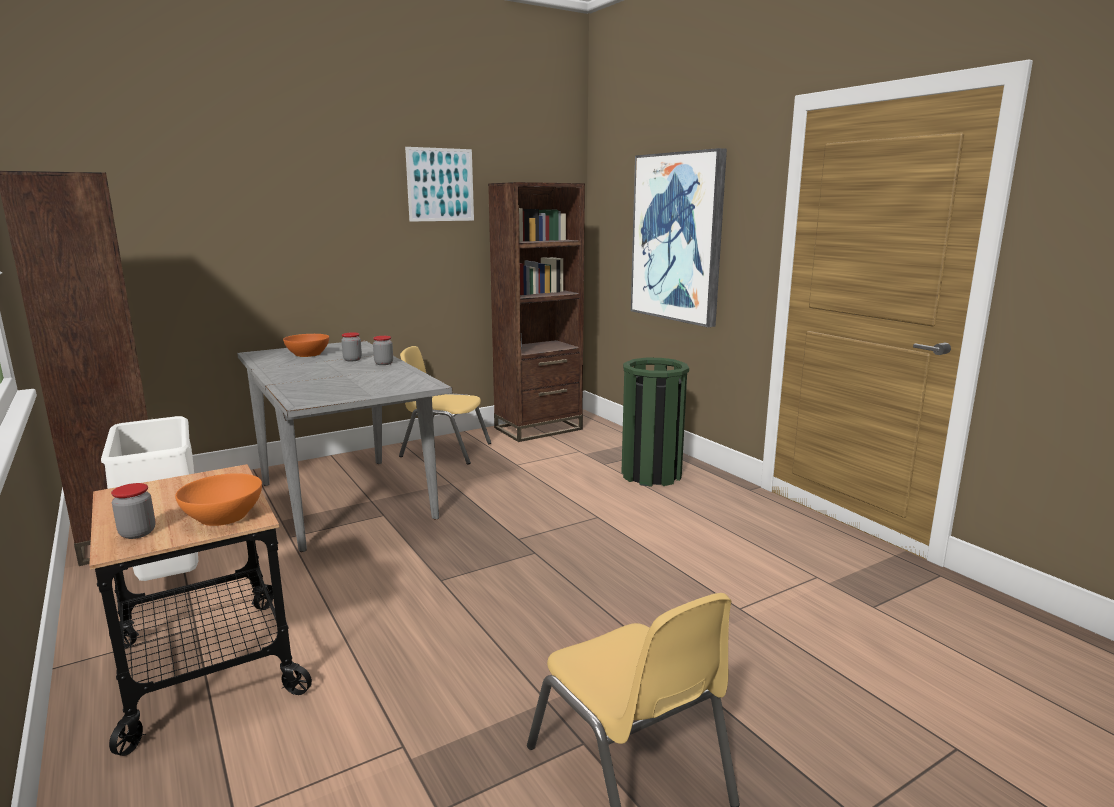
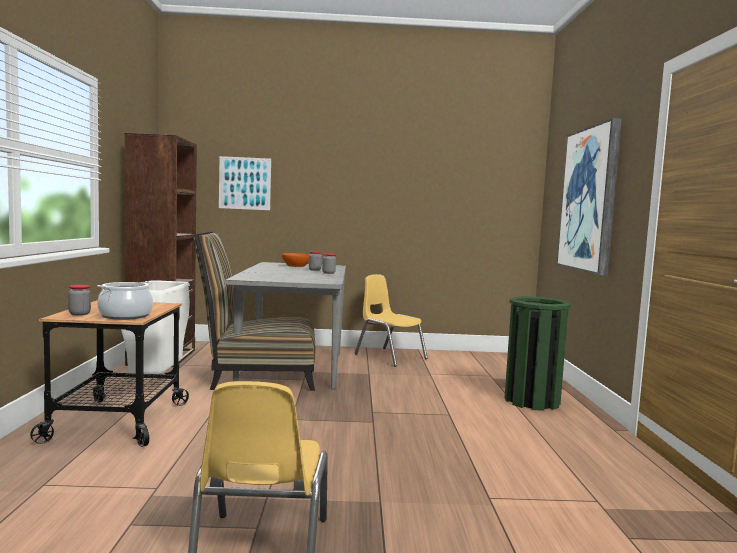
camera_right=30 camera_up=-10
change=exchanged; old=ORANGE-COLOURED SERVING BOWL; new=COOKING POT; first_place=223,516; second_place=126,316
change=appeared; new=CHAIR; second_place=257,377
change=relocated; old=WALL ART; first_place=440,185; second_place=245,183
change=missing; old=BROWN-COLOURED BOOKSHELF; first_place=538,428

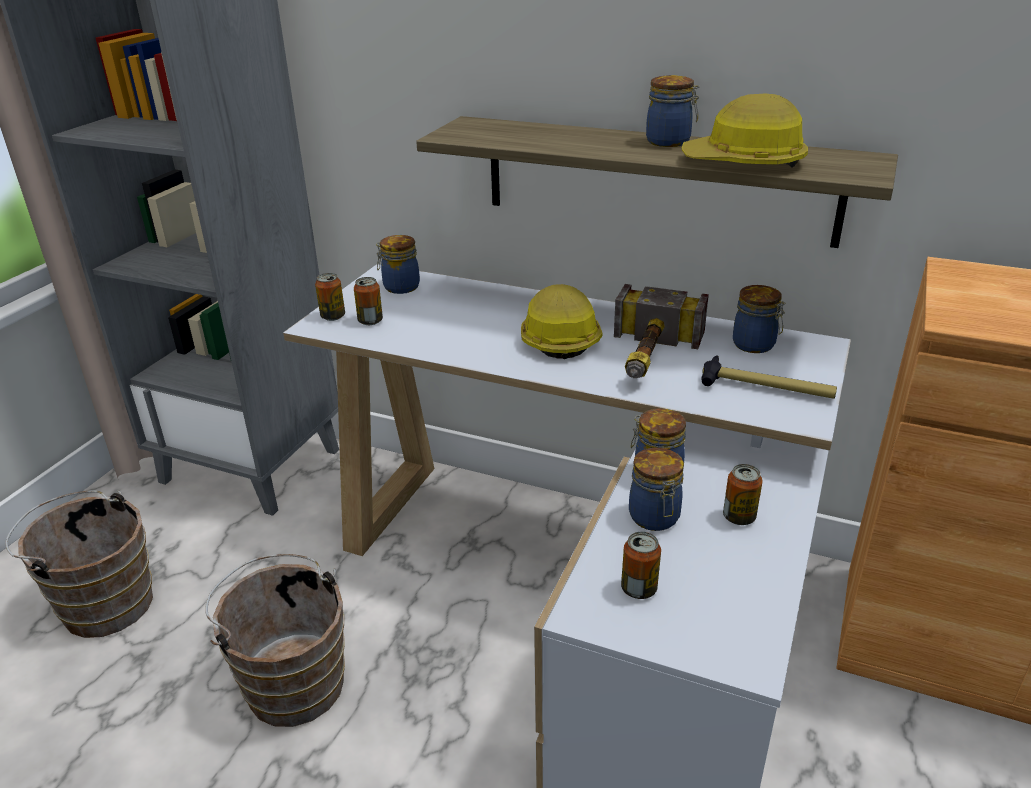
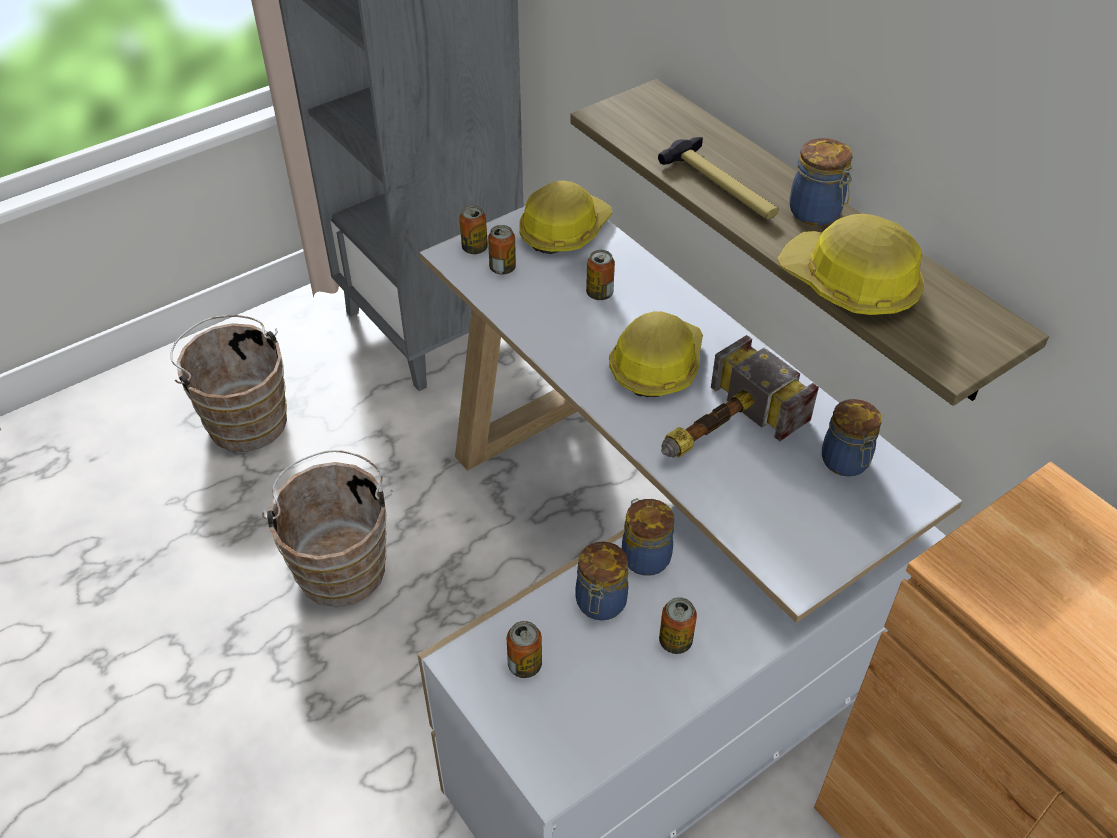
camera_right=30 camera_up=15
change=exchanged; old=JAR; new=HARD HAT; first_place=399,287; second_place=563,231
change=appeared; new=METAL CAN; second_place=599,293
change=relocated; old=TOOL HAMMER; first_place=766,388; second_place=721,187

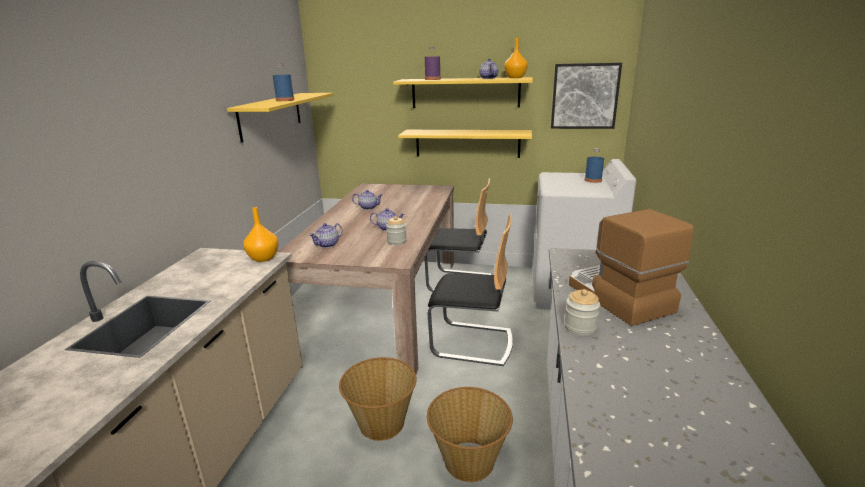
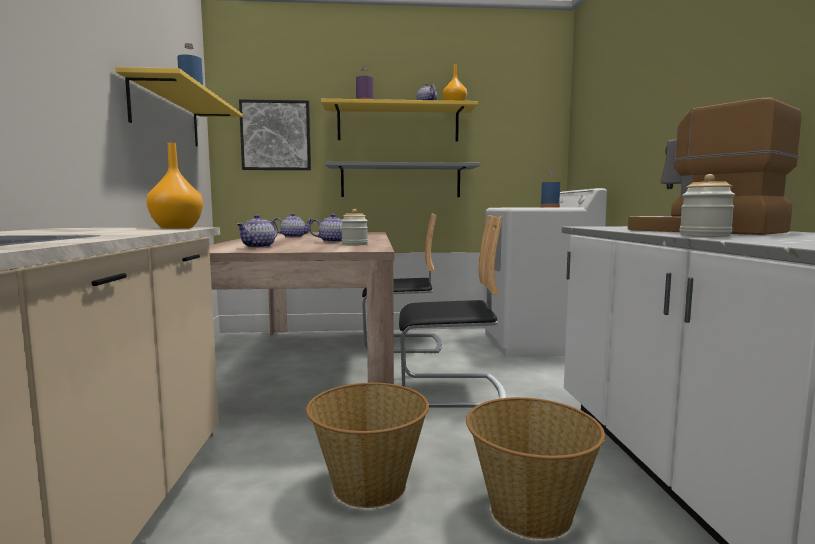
camera_right=-15 camera_up=-15
change=relocated; old=WALL ART; first_place=584,96; second_place=276,135
change=colour; old=YELLOWISH BRACKET SHELF; new=GRAY BRACKET SHELF; first_place=467,143; second_place=401,181

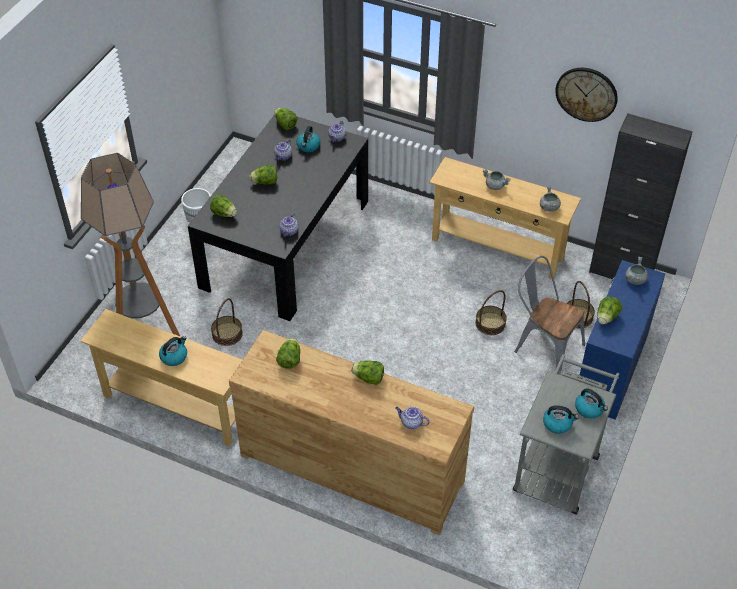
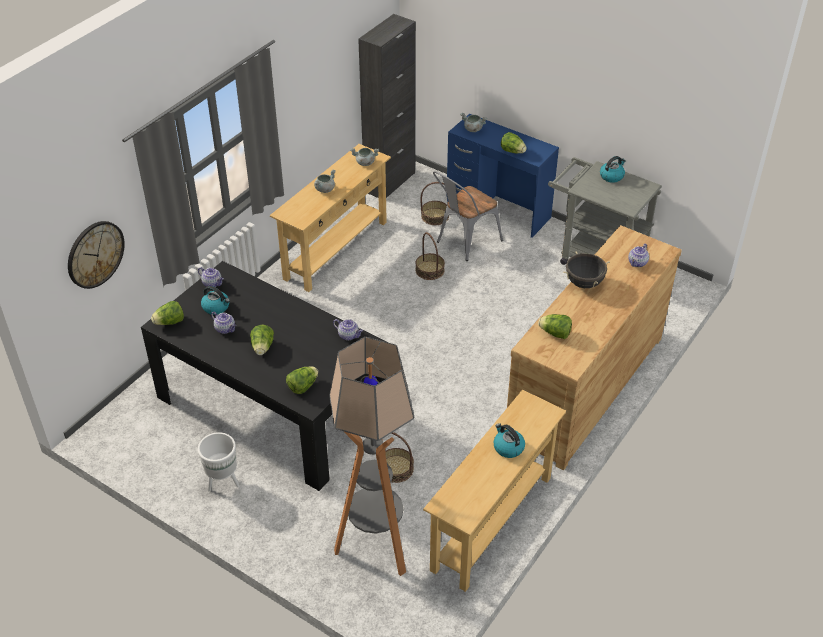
camera_right=-80 camera_up=-5
change=relocated; old=HANGING CLOCK; first_place=586,94; second_place=95,254
change=exchanged; old=LETTUCE; new=BLACKISH COOKING POT; first_place=368,378; second_place=584,283
change=missing; old=TEA KETTLE; first_place=558,423

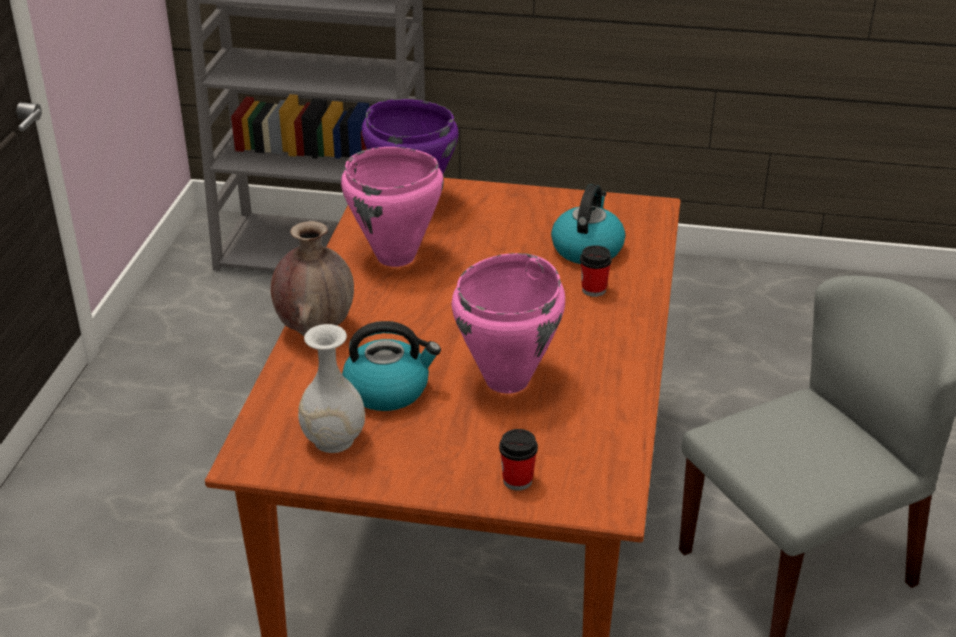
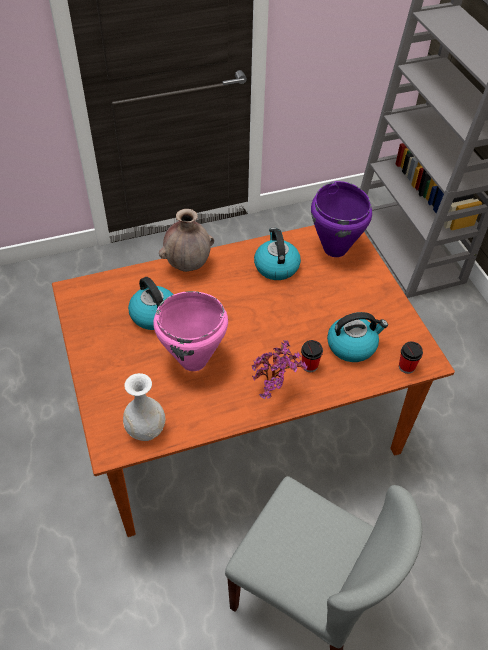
camera_right=60 camera_up=15
change=relocated; old=WHITE FLOWER VASE; first_place=333,439; second_place=146,429
change=appeared; new=HOUSEPLANT; second_place=274,390
change=exchanged; old=PINK-COLOURED COOKING POT; new=TEA KETTLE; first_place=396,257; second_place=276,266
change=relocated; old=CUP; first_place=517,480; second_place=406,367

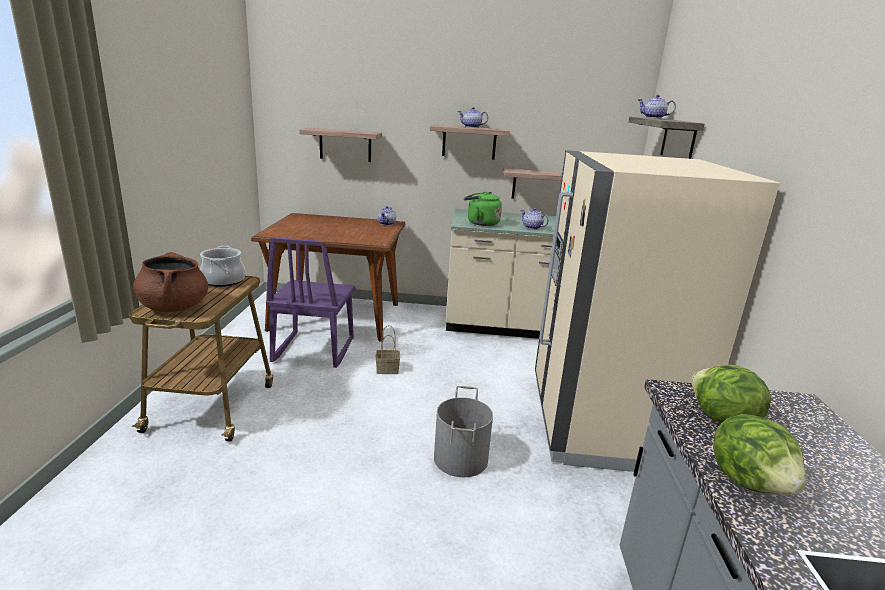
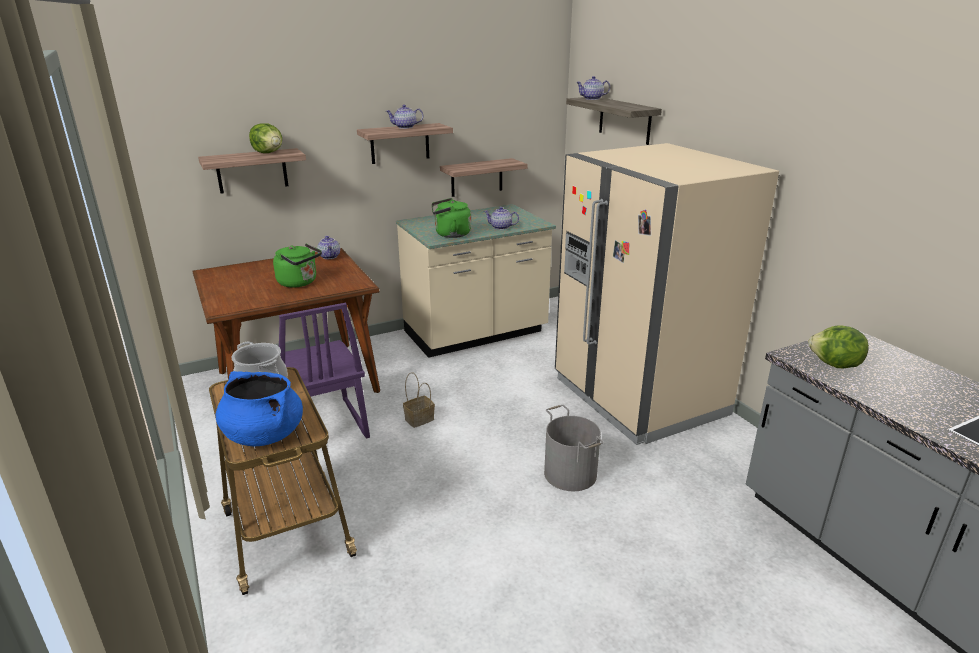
camera_right=-30 camera_up=5
change=colour; old=BROWN-COLOURED COOKING POT; new=BLUE COOKING POT; first_place=174,307; second_place=263,435
change=relocated; old=LETTUCE; first_place=750,481; second_place=268,153
change=appeared; new=GREENISH TEA KETTLE; second_place=299,283

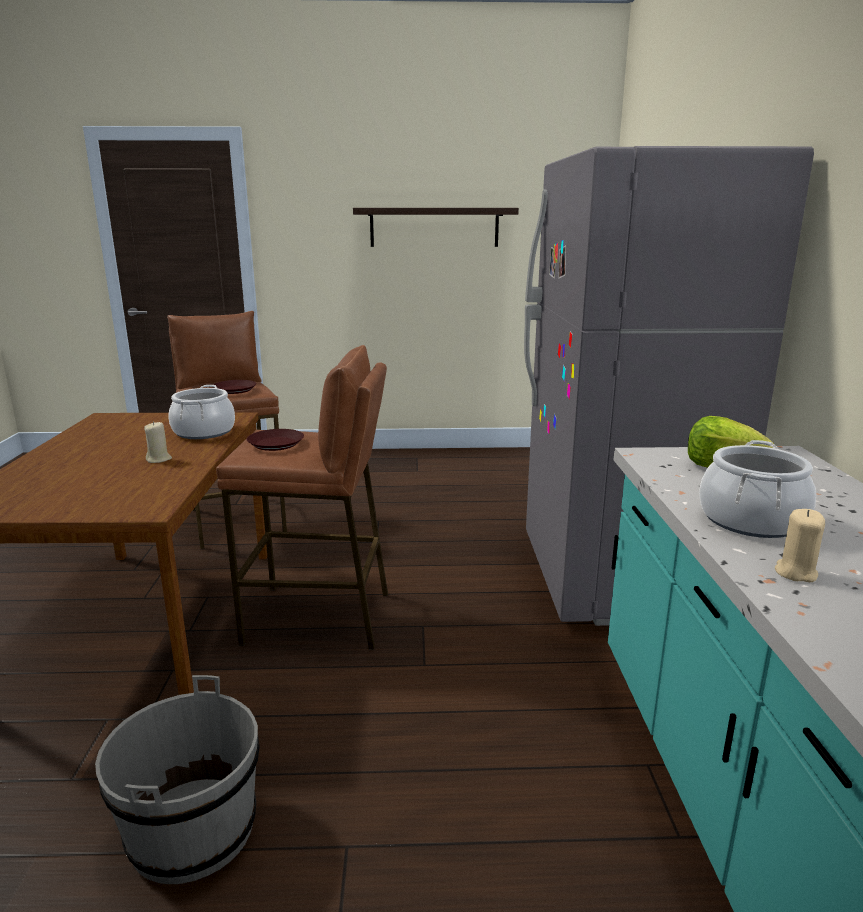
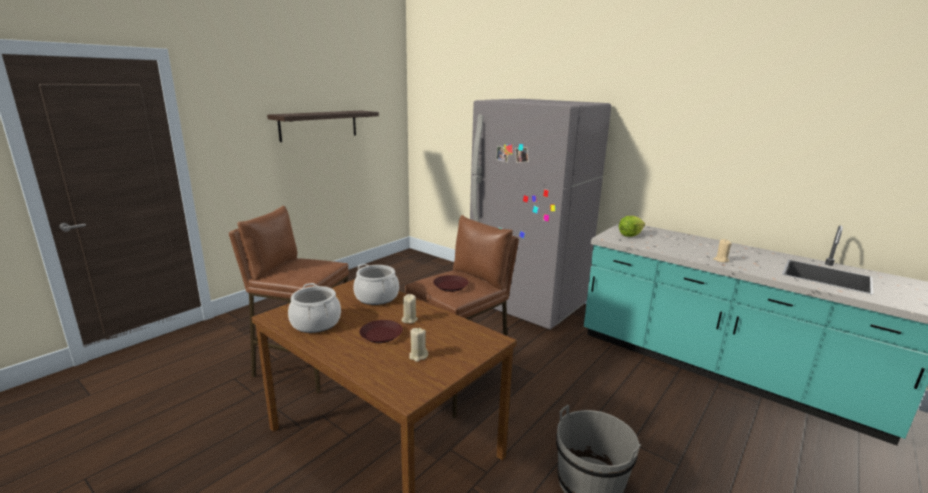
camera_right=-50 camera_up=0
change=relocated; old=COOKING POT; first_place=751,520; second_place=315,323
change=relocated; old=BROWN-COLOURED DINNER PLATE; first_place=235,390; second_place=381,335
change=appeared; new=SAND-COLOURED WAX LIGHT; second_place=418,356

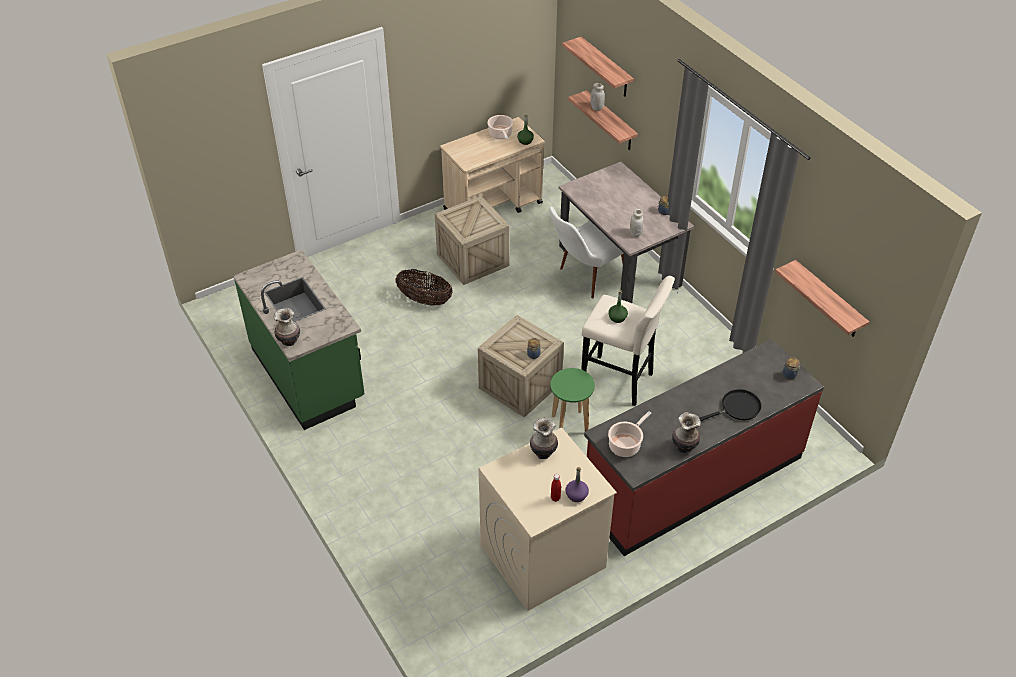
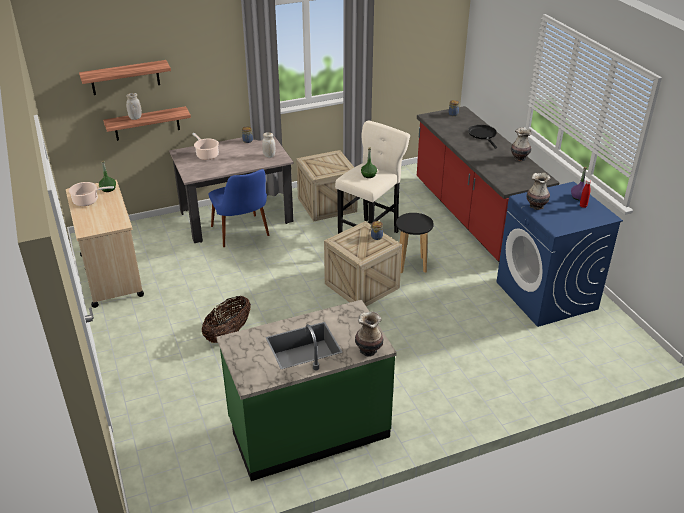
camera_right=-80 camera_up=-10
change=relocated; old=COOKING POT; first_place=626,445; second_place=206,155
change=colour; old=WHITE CHAIR; new=BLUE CHAIR; first_place=584,279; second_place=243,236
change=relocated; old=PACKING CRATE; first_place=473,260; second_place=327,205
change=colour; old=GREENISH SITTING STOOL; new=BLACKISH SITTING STOOL; first_place=570,425; second_place=412,265
change=colour; old=SAND-COLOURED LAUNDRY APPLIANCE; new=BLUE LAUNDRY APPLIANCE; first_place=542,557; second_place=547,296
change=missing; old=BRACKET SHELF; first_place=828,301

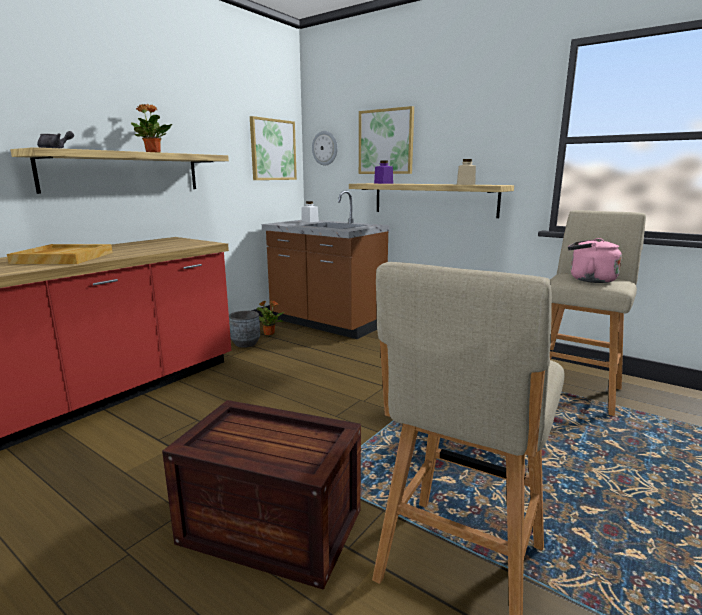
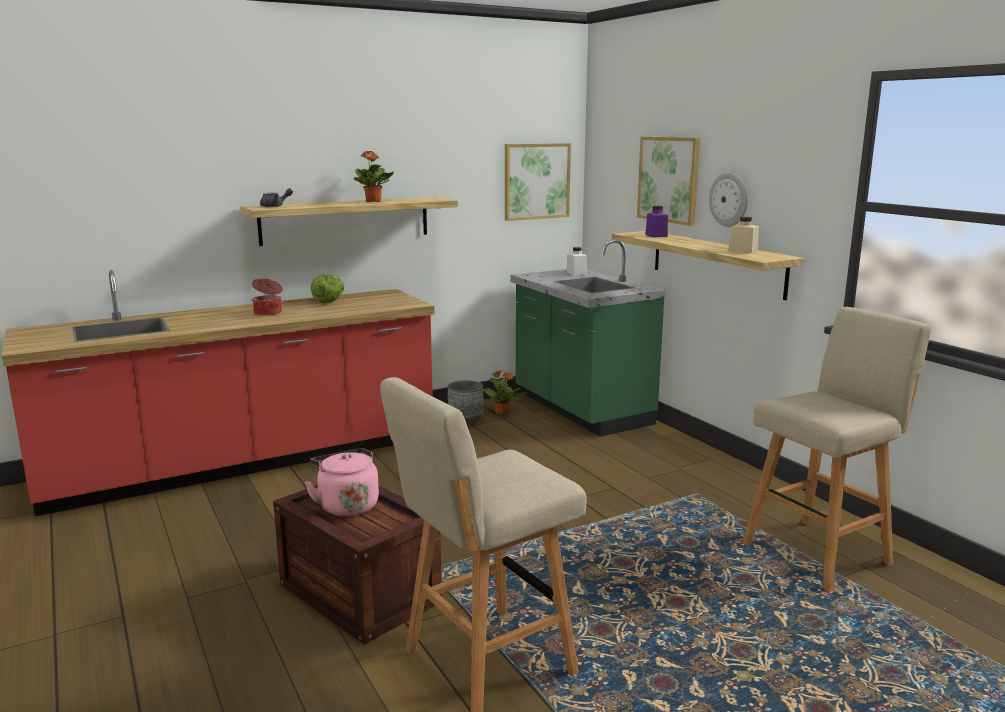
camera_right=25 camera_up=0
change=exchanged; old=SAND-COLOURED CARRYING TRAY; new=COOKING POT; first_place=63,257; second_place=268,312
change=relocated; old=PINK-COLOURED TEA KETTLE; first_place=589,279; second_place=347,505
change=appeared; new=LETTUCE; second_place=329,301
change=colour; old=BROWN-COLOURED COUNTER; new=GREENISH COUNTER; first_place=326,324; second_place=580,410
change=relocated; old=HANGING CLOCK; first_place=325,148; second_place=729,199

